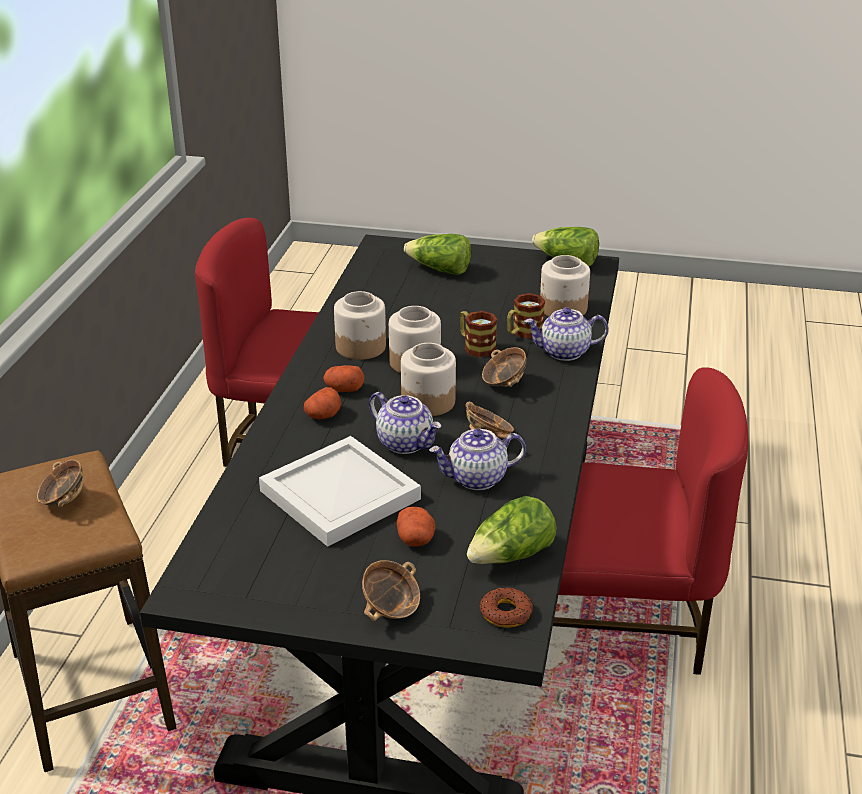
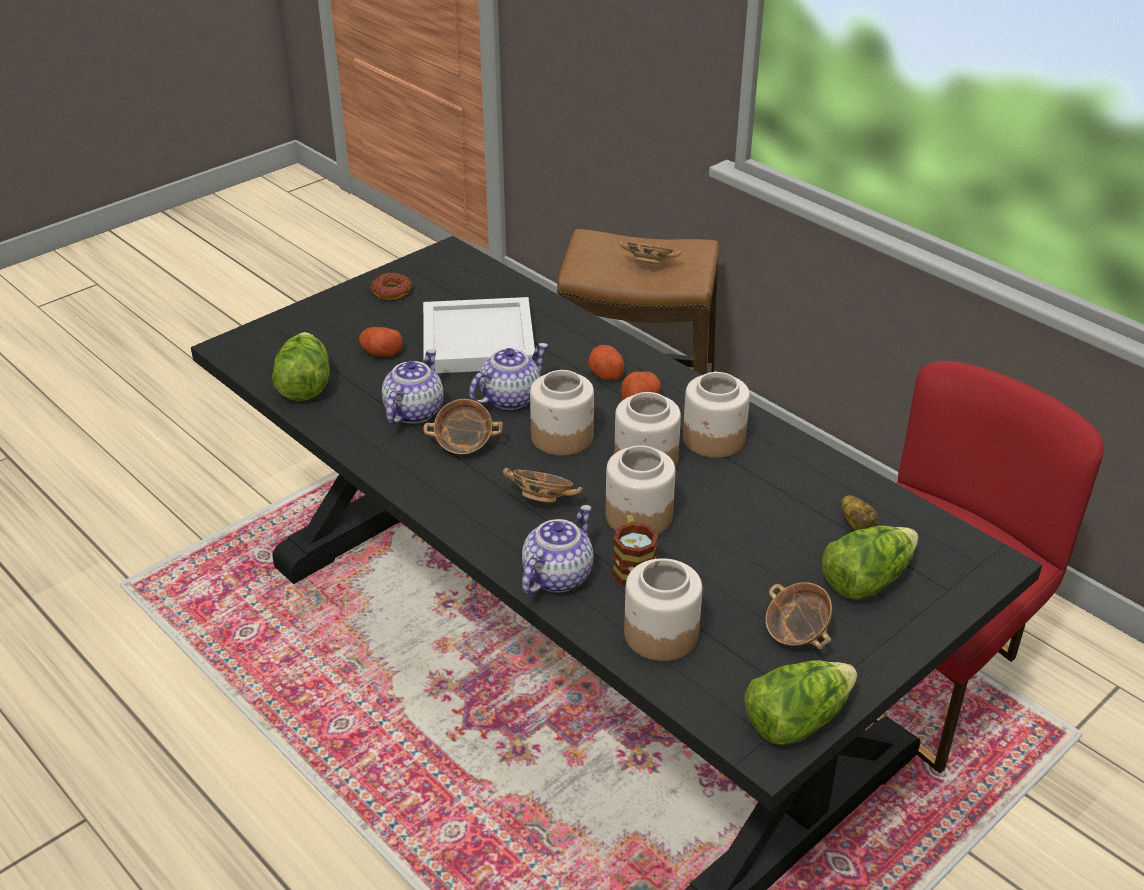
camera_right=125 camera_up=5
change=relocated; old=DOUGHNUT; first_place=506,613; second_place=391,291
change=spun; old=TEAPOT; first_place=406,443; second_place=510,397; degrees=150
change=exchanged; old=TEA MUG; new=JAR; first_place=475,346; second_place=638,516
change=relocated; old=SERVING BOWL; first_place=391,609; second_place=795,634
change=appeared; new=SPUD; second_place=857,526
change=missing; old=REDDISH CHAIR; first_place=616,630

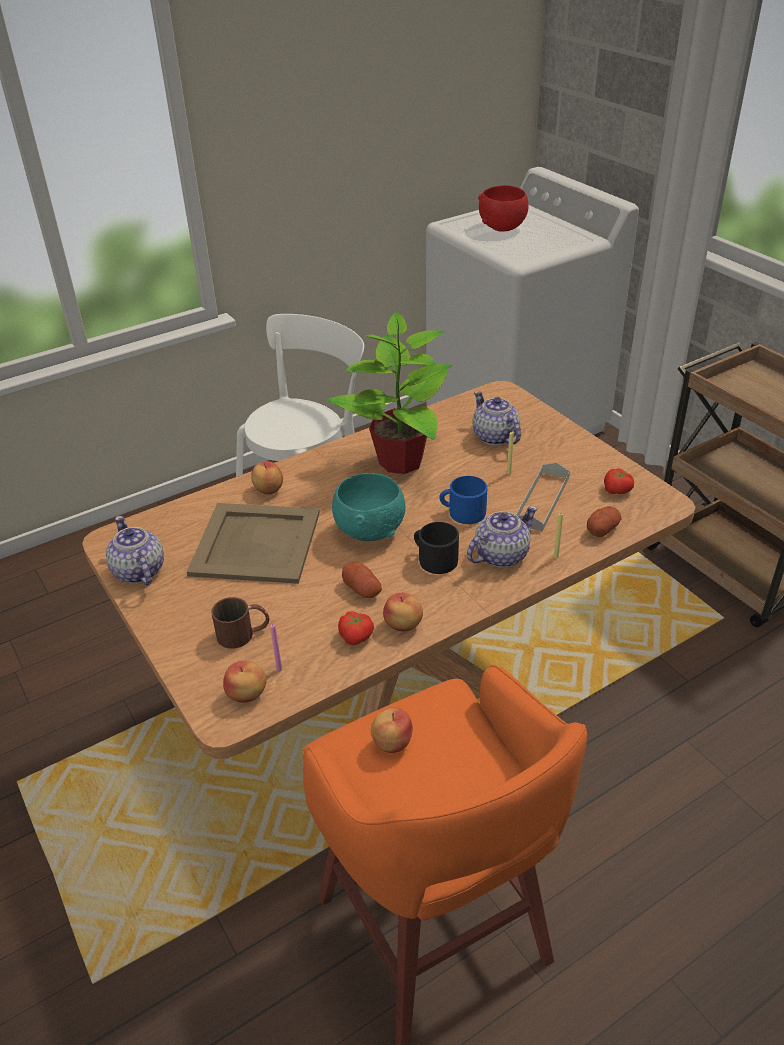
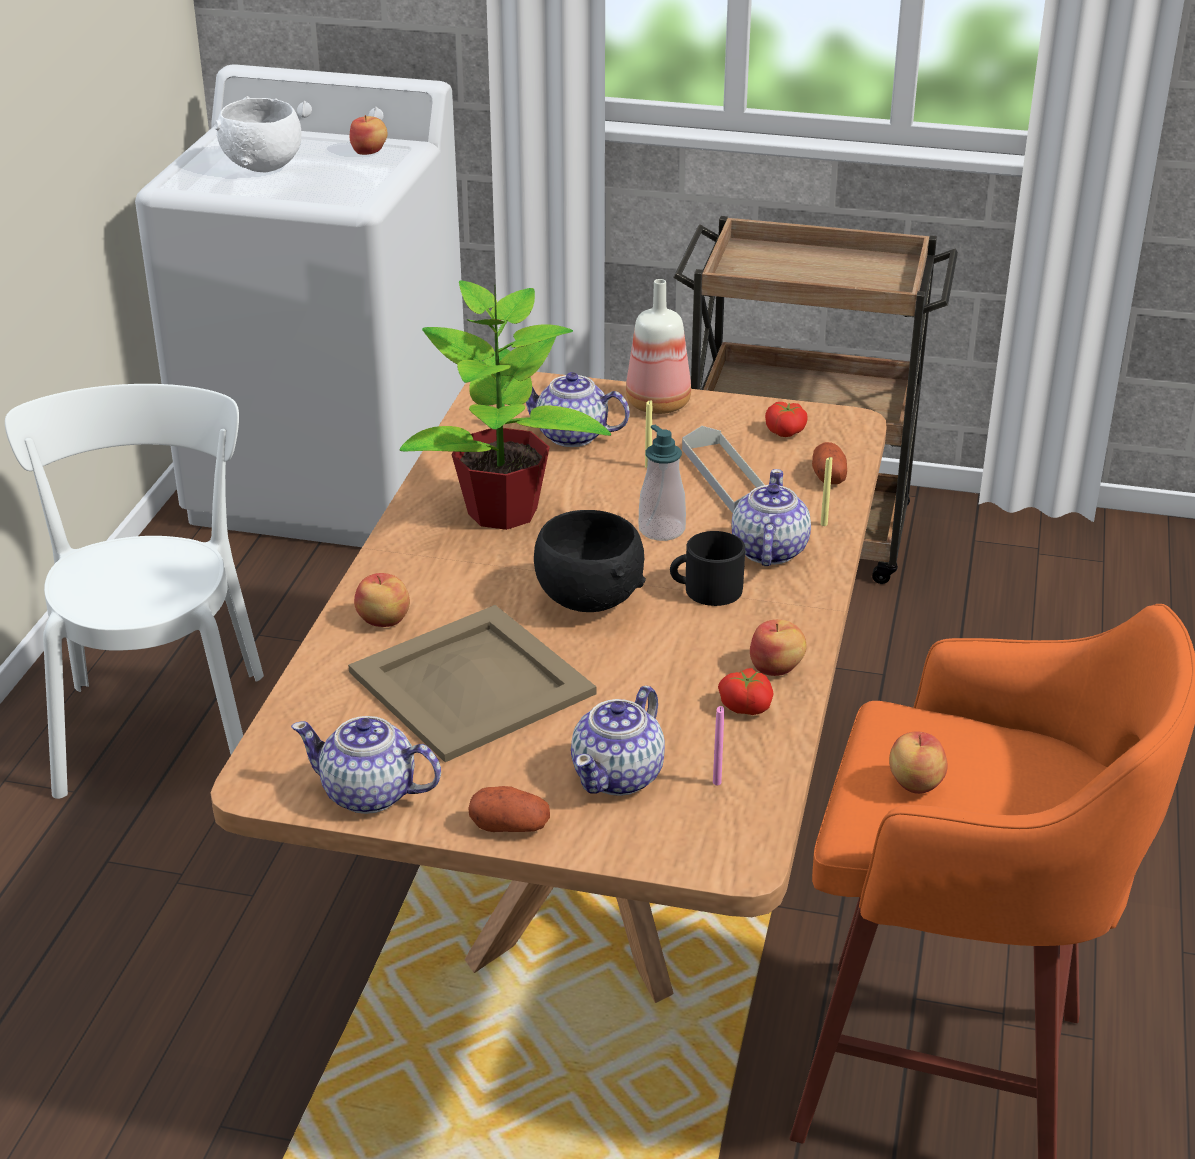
camera_right=-45 camera_up=-5
change=colour; old=REDDISH SERVING BOWL; new=WHITE SERVING BOWL; first_place=503,227; second_place=264,166
change=relocated; old=APPLE; first_place=247,694; second_place=369,151
change=relocated; old=SPUD; first_place=362,589; second_place=510,826
change=colour; old=BLUE-GREEN SERVING BOWL; new=BLACKISH SERVING BOWL; first_place=370,530; second_place=588,598
change=exchanged; old=BROWN-COLOURED TEA MUG; new=TEAPOT; first_place=244,633; second_place=619,775
change=appeared; new=DRINK BOTTLE; second_place=660,404
change=exchanged; old=BLUE TEA MUG; new=LIQUID SOAP BOTTLE; first_place=462,512; second_place=661,530

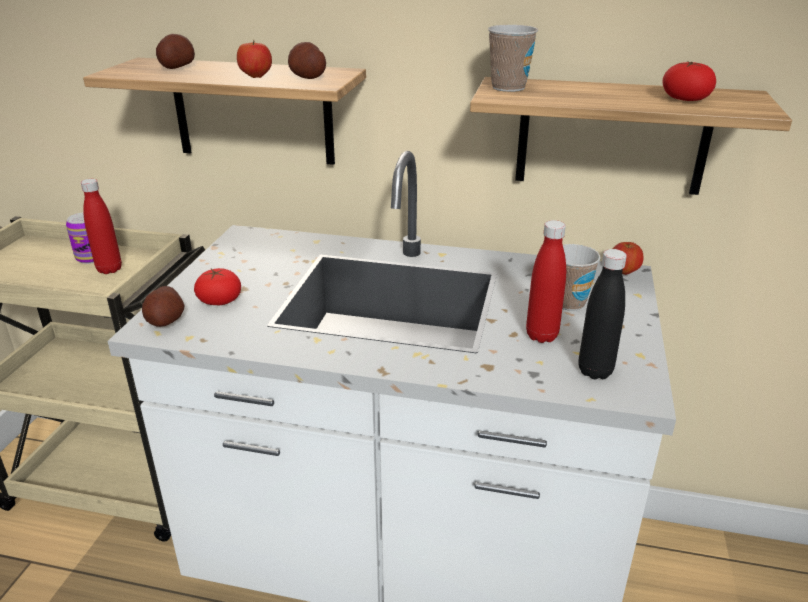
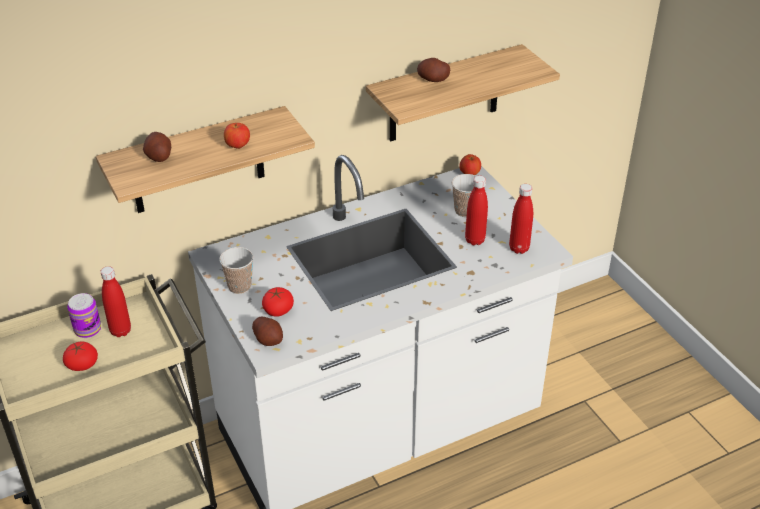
camera_right=-40 camera_up=10
change=relocated; old=FRESH TOMATO; first_place=685,99; second_place=82,364
change=relocated; old=CUP; first_place=508,87; second_place=239,286
change=relocated; old=SPUD; first_place=307,77; second_place=433,79
change=colour; old=BLACKISH DRINK BOTTLE; new=REDDISH DRINK BOTTLE; first_place=595,371; second_place=519,248

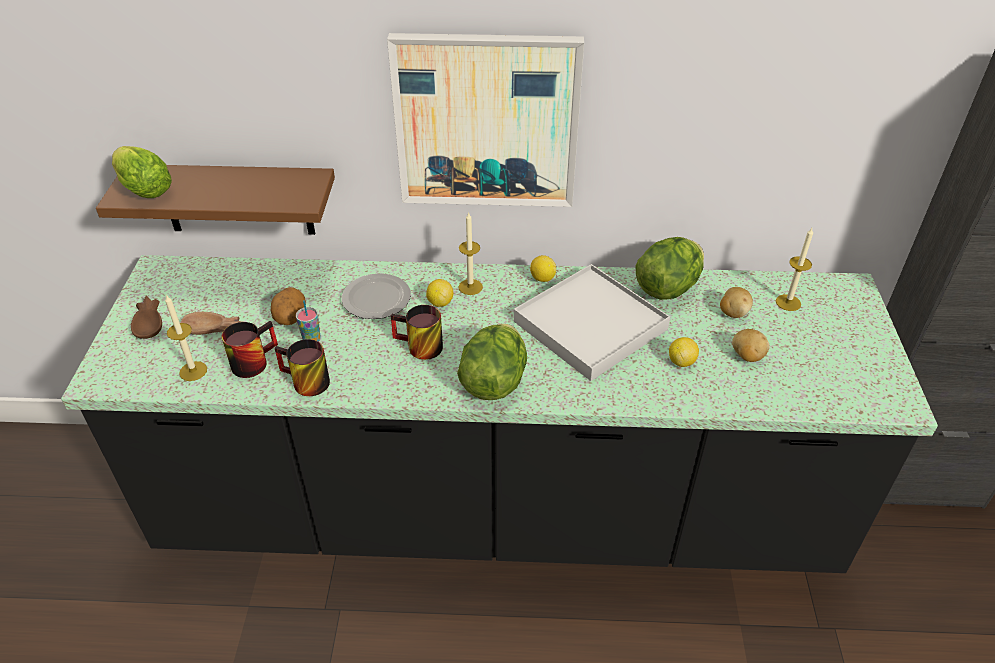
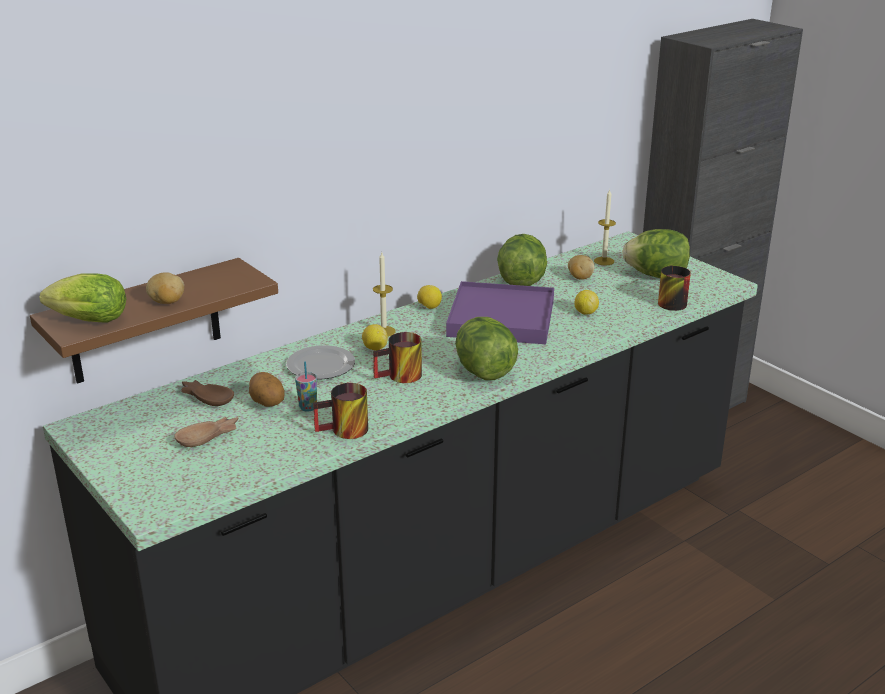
camera_right=-40 camera_up=-15
change=relocated; old=SPUD; first_place=747,356; second_place=167,302
change=relocated; old=BROWN-COLOURED SERVING BOWL; first_place=150,322; second_place=207,397
change=colour; old=WHITE CARRYING TRAY; new=PURPLE-COLOURED CARRYING TRAY; first_place=590,325; second_place=501,318
change=appeared; new=LETTUCE; second_place=656,275
change=relocated; old=TEA MUG; first_place=252,360; second_place=668,301
change=missing; old=WAX LIGHT; first_place=193,371
change=missing; old=WALL ART; first_place=486,122

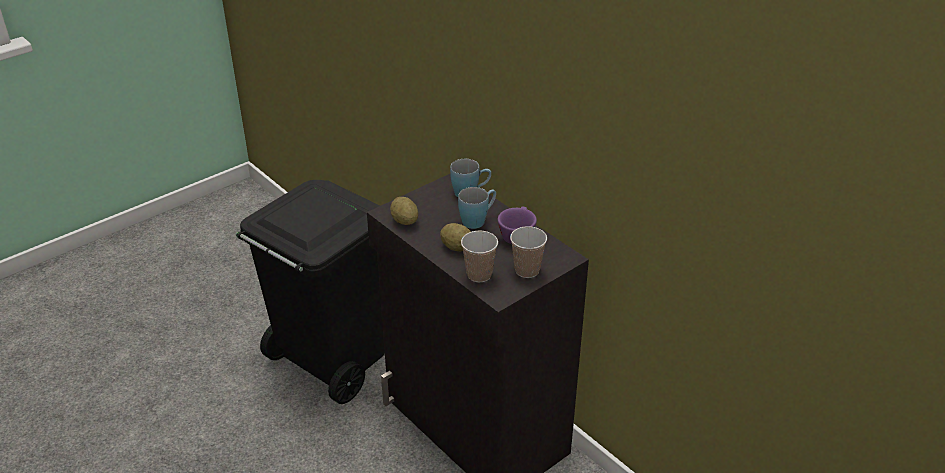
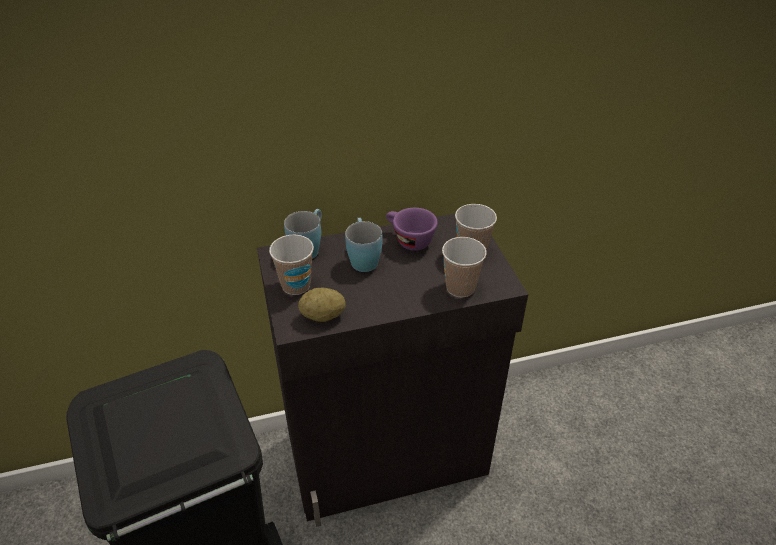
camera_right=-65 camera_up=5
change=appeared; new=CUP; second_place=296,285
change=missing; old=SPUD; first_place=457,247

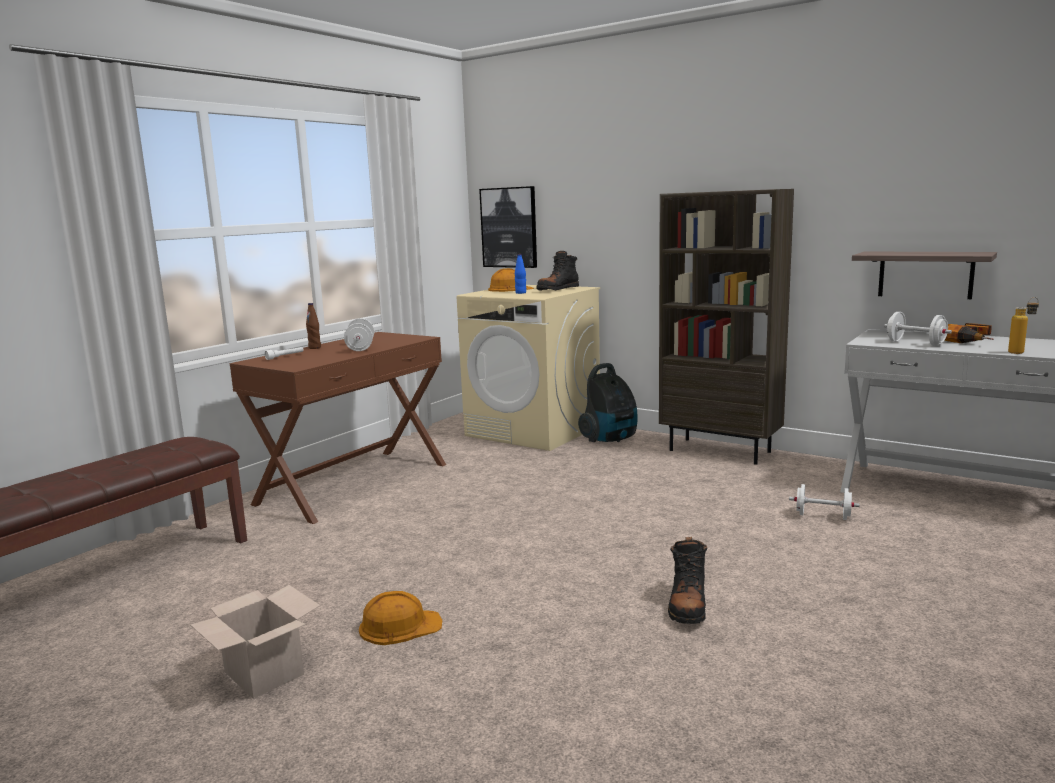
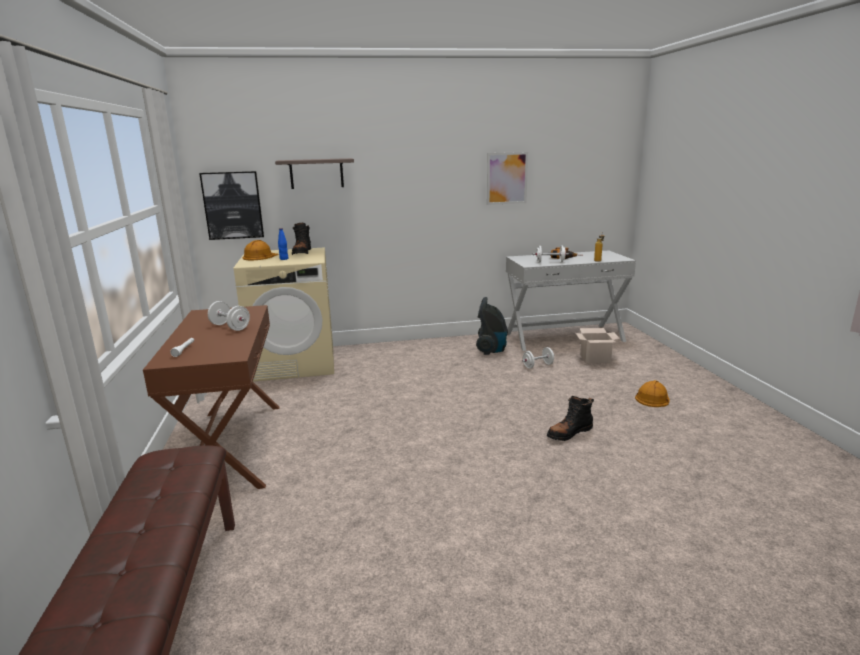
camera_right=-45 camera_up=5
change=relocated; old=BRACKET SHELF; first_place=925,274; second_place=316,173
change=relocated; old=VACUUM CLEANER; first_place=610,439; second_place=491,350
change=appeared; new=WALL ART; second_place=507,178
change=spun; old=BLACKISH HIGH-TOP BOOT; first_place=687,605; second_place=569,433; degrees=90
change=relocated; old=PACKING BOX; first_place=262,673; second_place=594,359
change=relocated; old=ORANGE-COLOURED HARD HAT; first_place=399,626; second_place=652,398
change=missing; old=BROWN-COLOURED DRINK BOTTLE; first_place=314,348
change=missing; old=BROWN-COLOURED BOOKSHELF; first_place=721,451

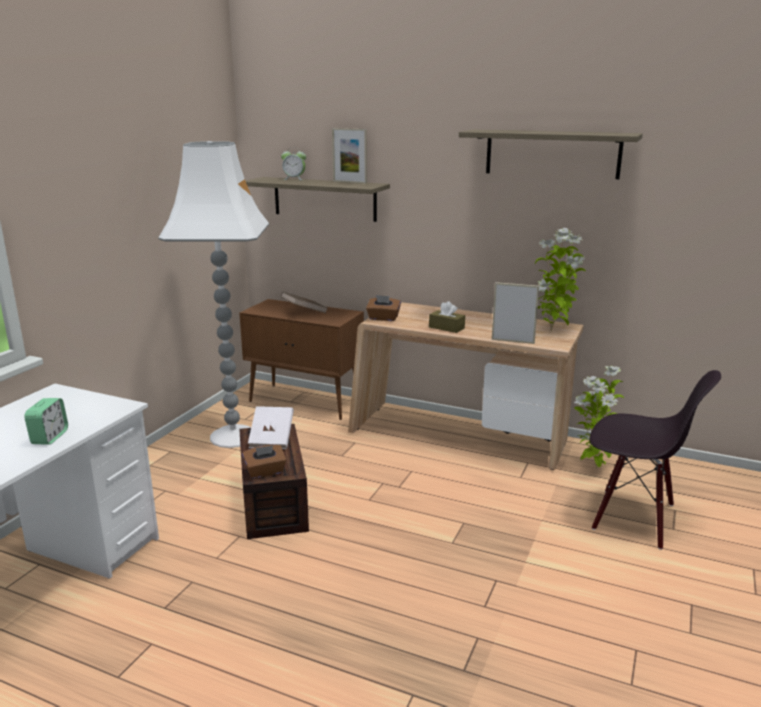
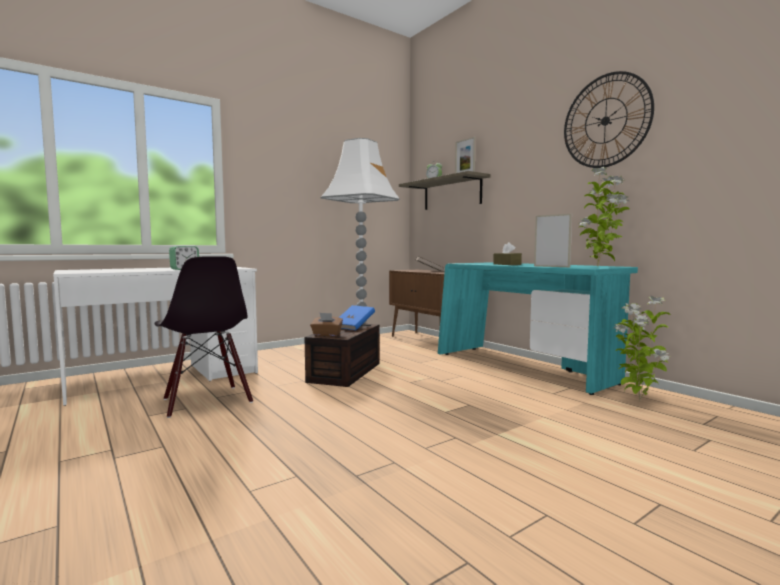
camera_right=30 camera_up=-15
change=relocated; old=BLACKISH CHAIR; first_place=633,517; second_place=206,401
change=colour; old=WHITE BOUND BOOK; new=BLUE BOUND BOOK; first_place=272,439; second_place=354,326
change=colour; old=SAND-COLOURED DESK UNIT; new=BLUE-GREEN DESK UNIT; first_place=458,436; second_place=523,368
change=exchanged; old=BRACKET SHELF; new=HANGING CLOCK; first_place=552,153; second_place=605,121
change=missing; old=BROWN-COLOURED BOX OF TISSUES; first_place=383,318

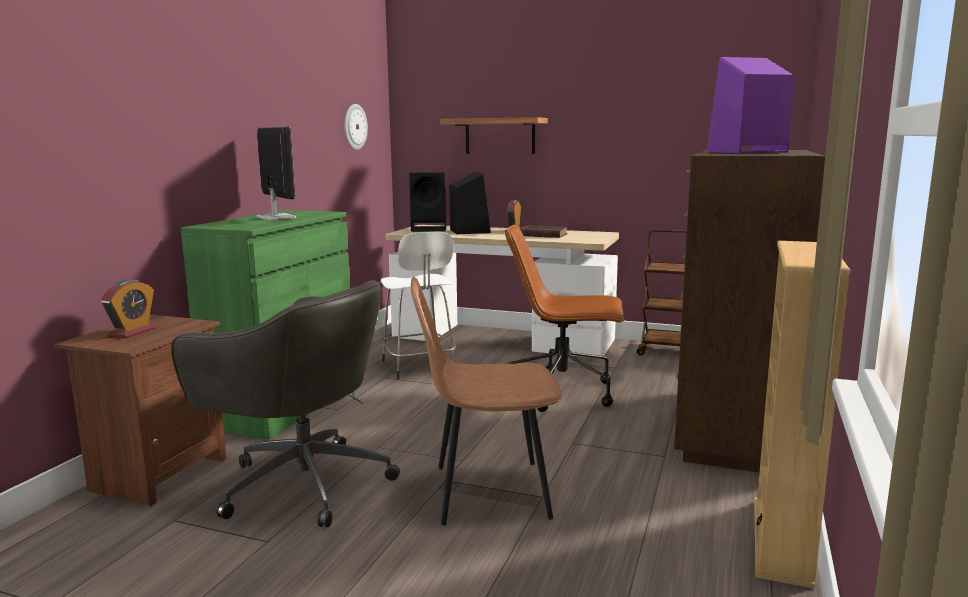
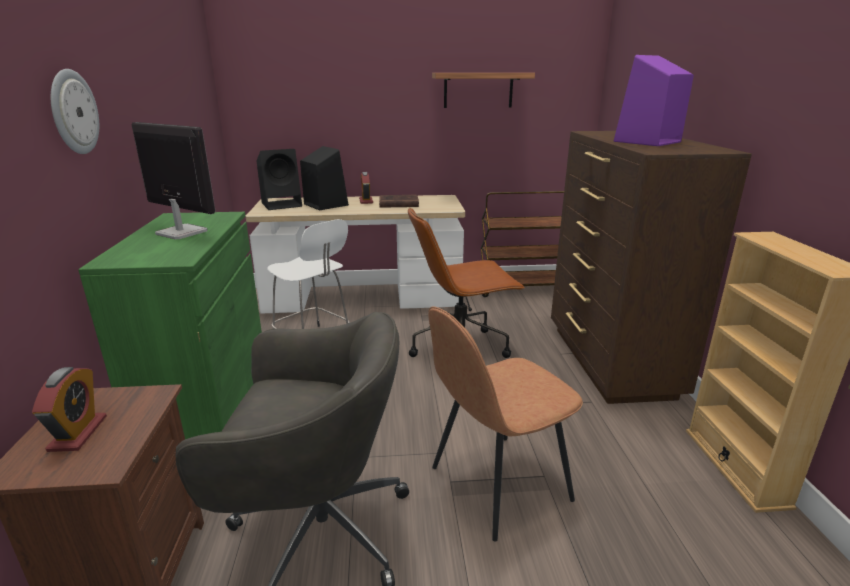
camera_right=-25 camera_up=10
change=relocated; old=HANGING CLOCK; first_place=354,127; second_place=73,112
change=relocated; old=BRACKET SHELF; first_place=500,136; second_place=478,90

